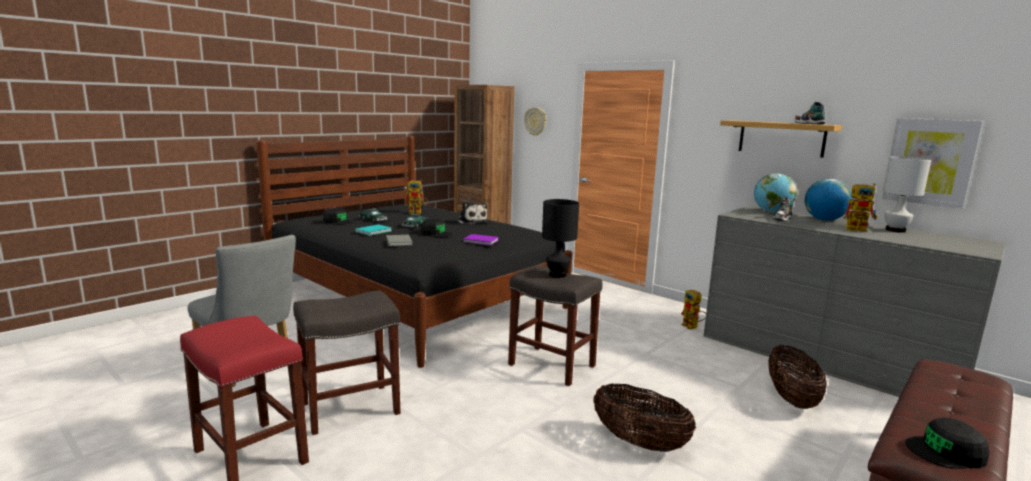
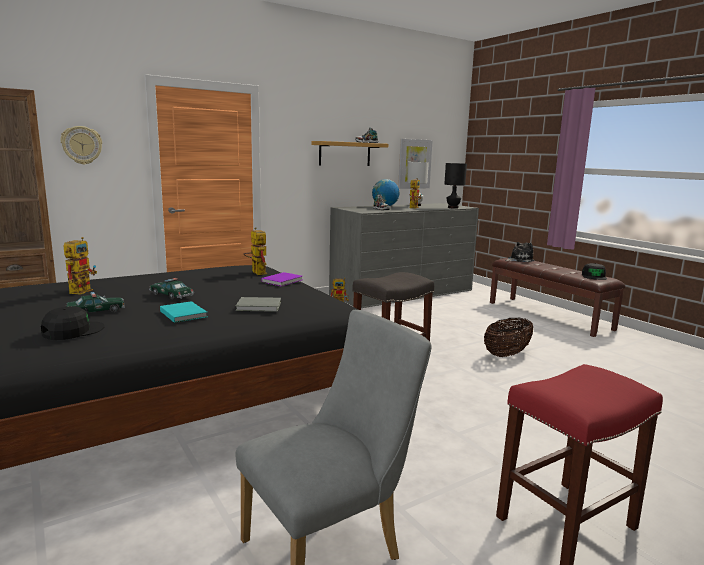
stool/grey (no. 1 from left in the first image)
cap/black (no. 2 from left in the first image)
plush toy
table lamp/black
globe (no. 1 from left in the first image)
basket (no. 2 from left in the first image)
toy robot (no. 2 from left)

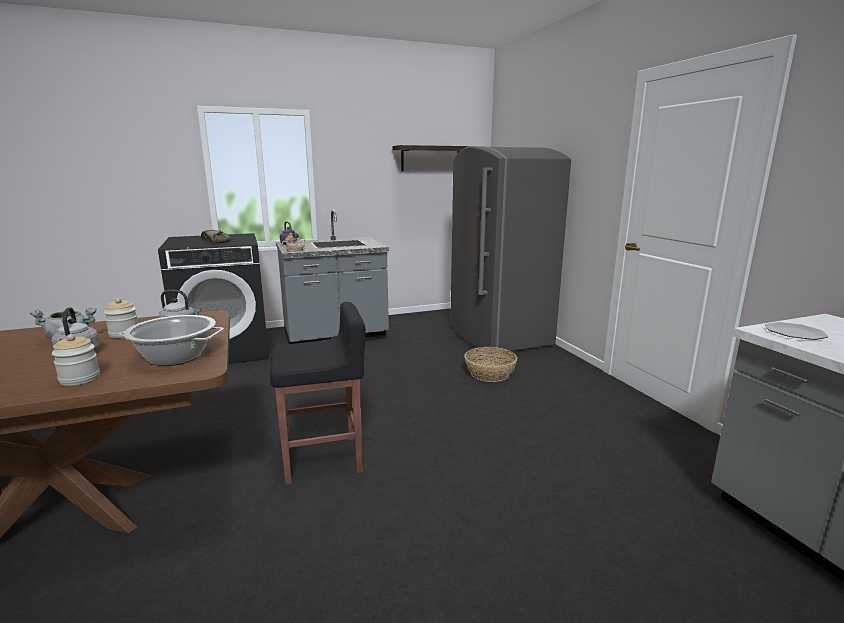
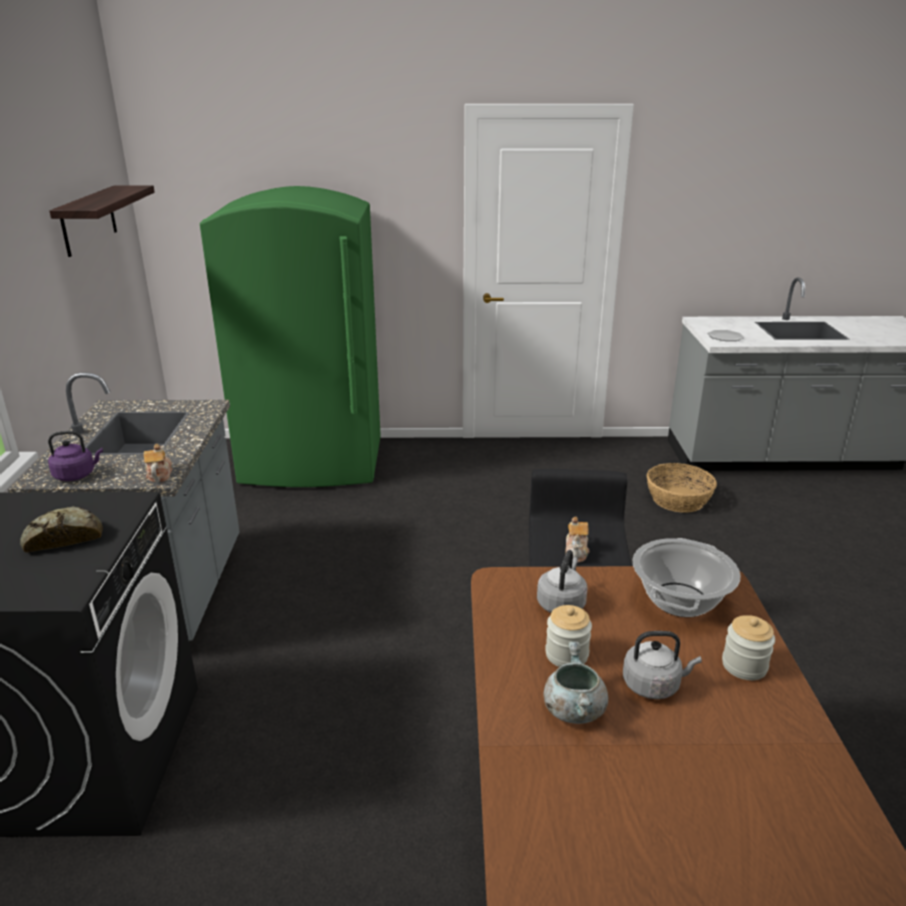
fridge/green
basket
teapot (no. 2 from left)

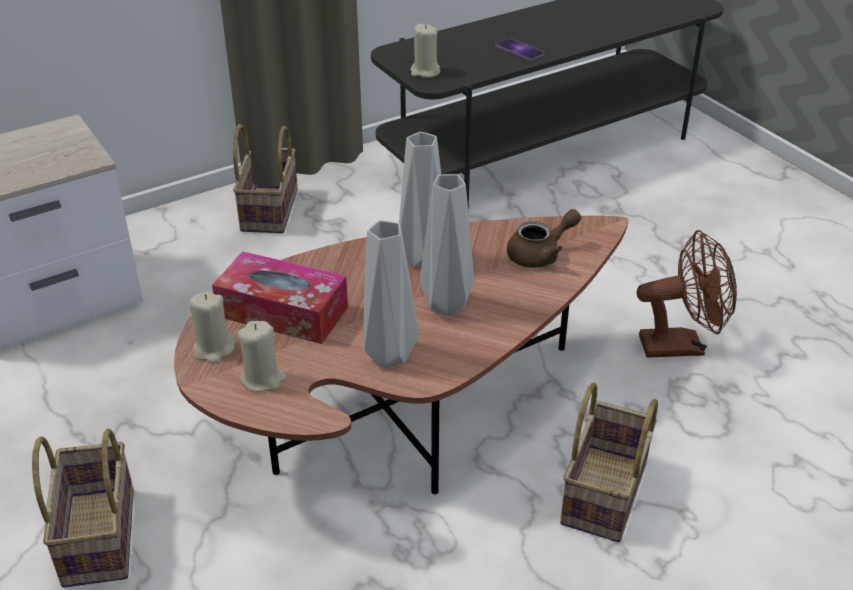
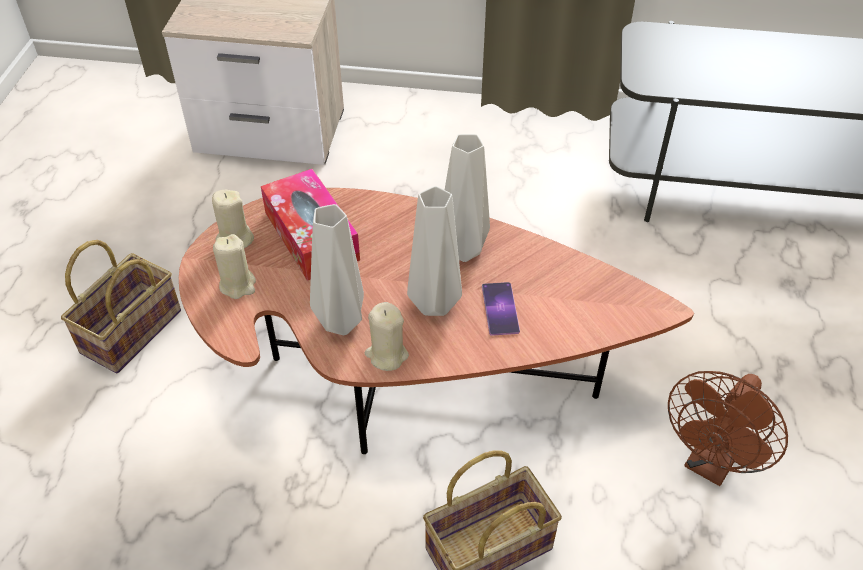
basket (no. 2 from left in the first image)
candle/beige (no. 3 from left)
phone
teapot/brown
fan/brown

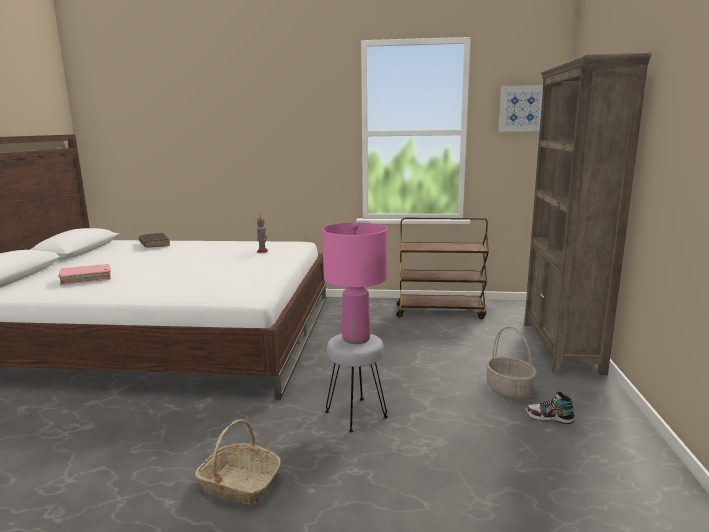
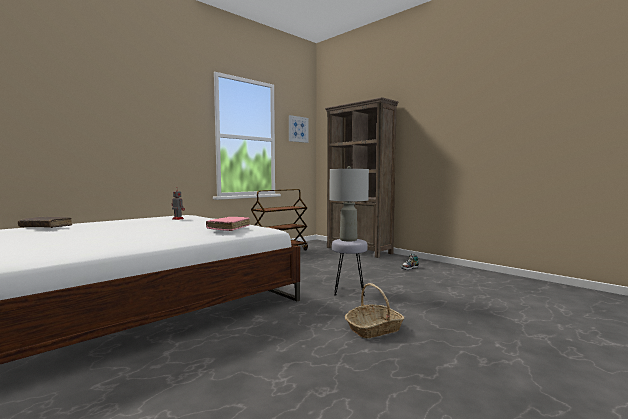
book/pink
table lamp/grey
basket (no. 2 from left in the first image)

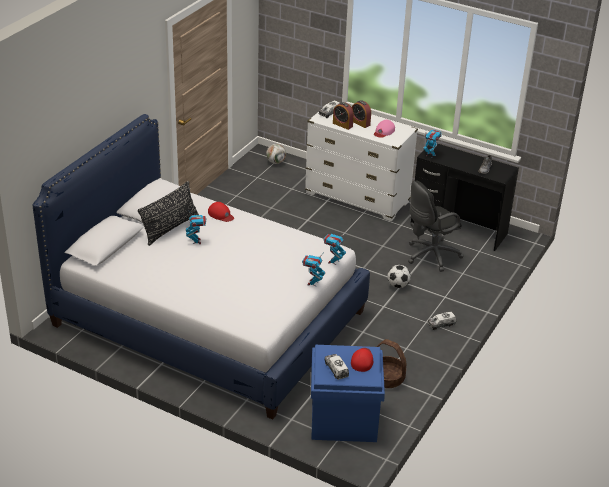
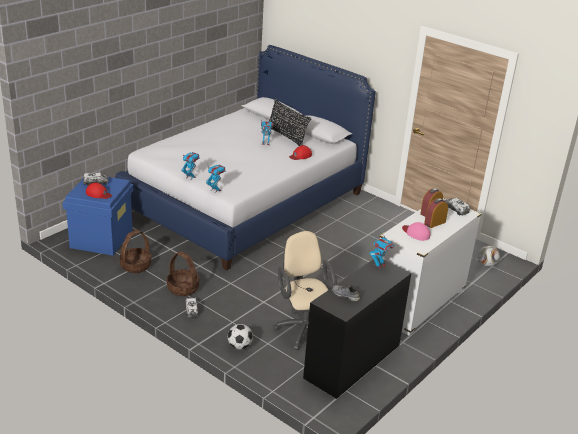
football (no. 1 from left)
office chair/beige
basket (no. 2 from left)

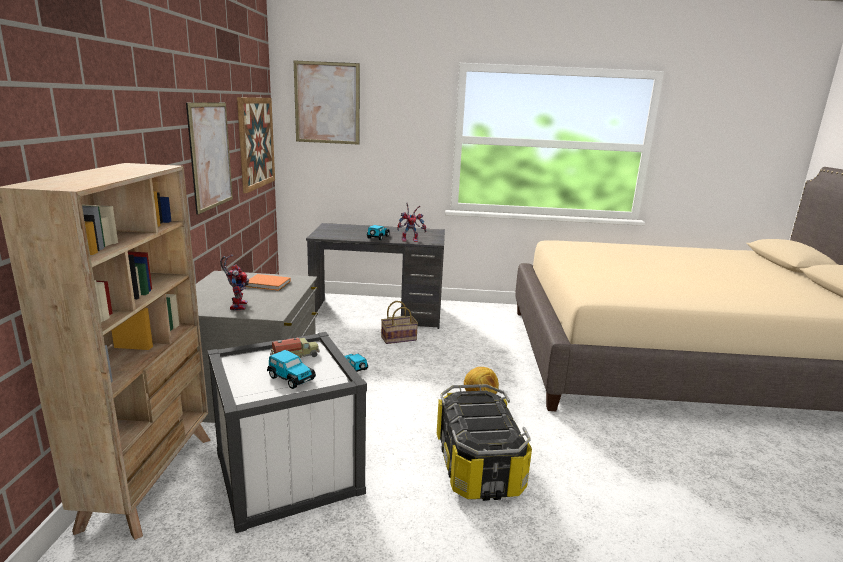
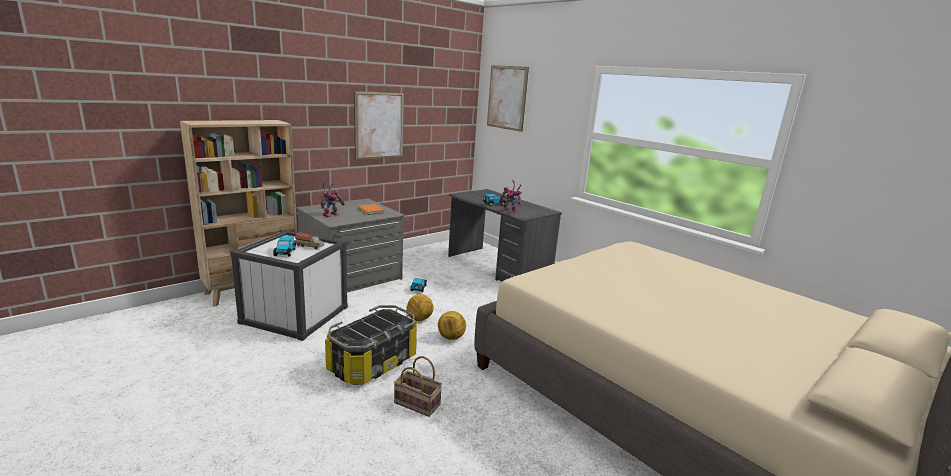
picture (no. 2 from left in the first image)
basket
football (no. 1 from left)

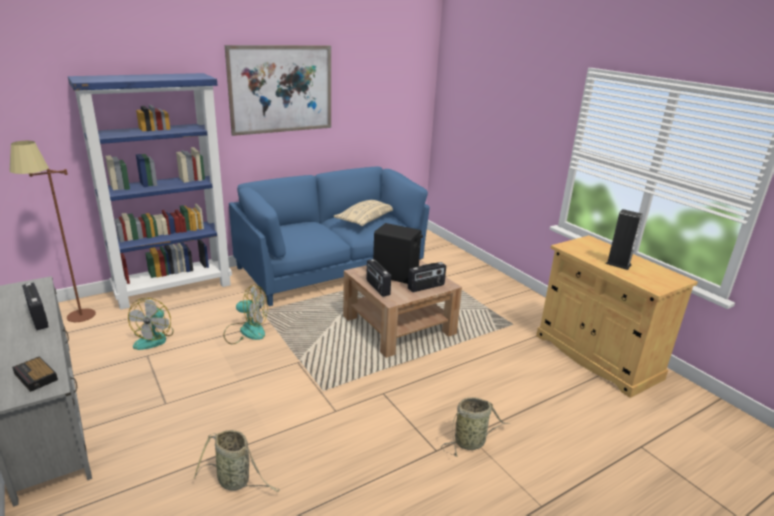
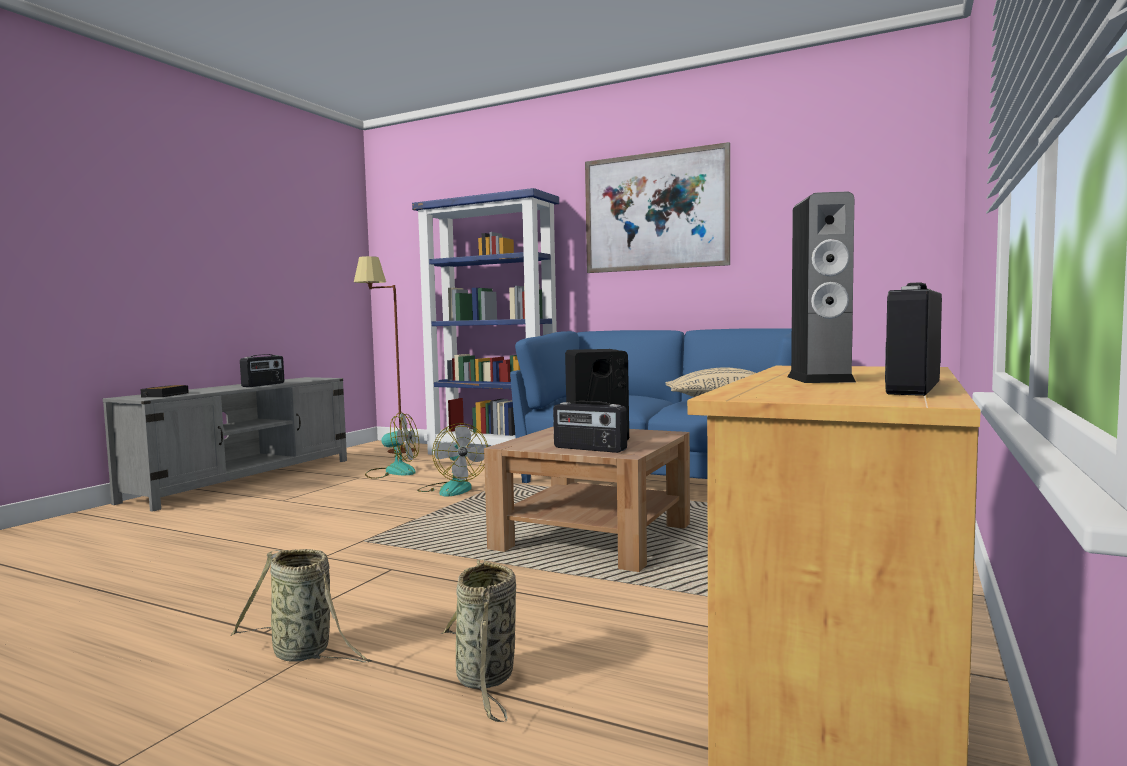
fan (no. 1 from left)
basket (no. 2 from left)
radio (no. 3 from left)

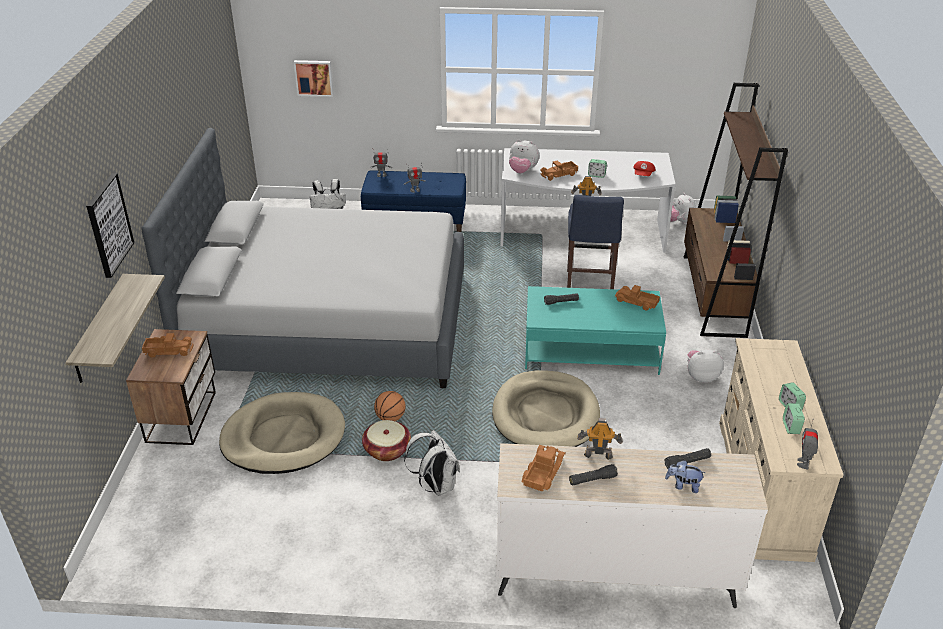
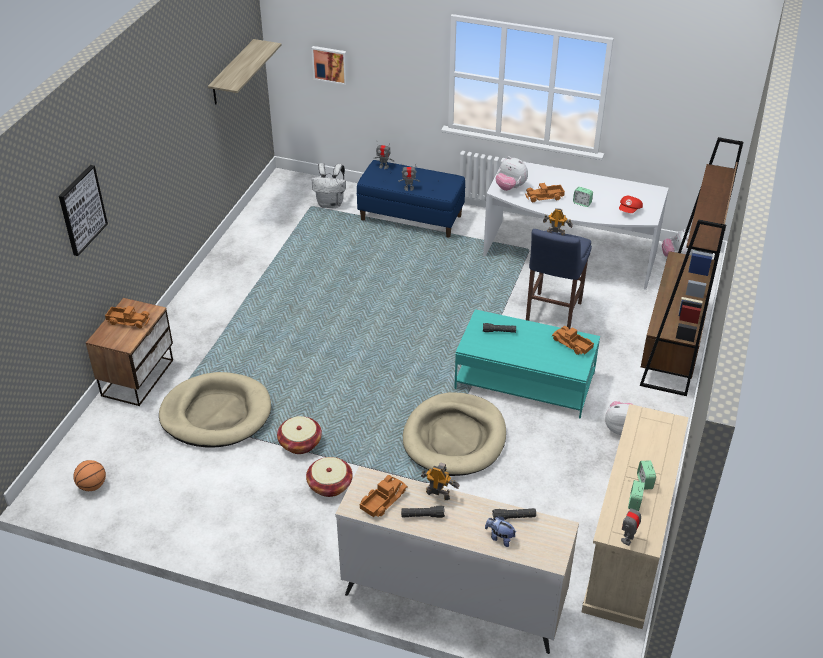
shelf
bed/grey
basketball
basket (no. 2 from left)

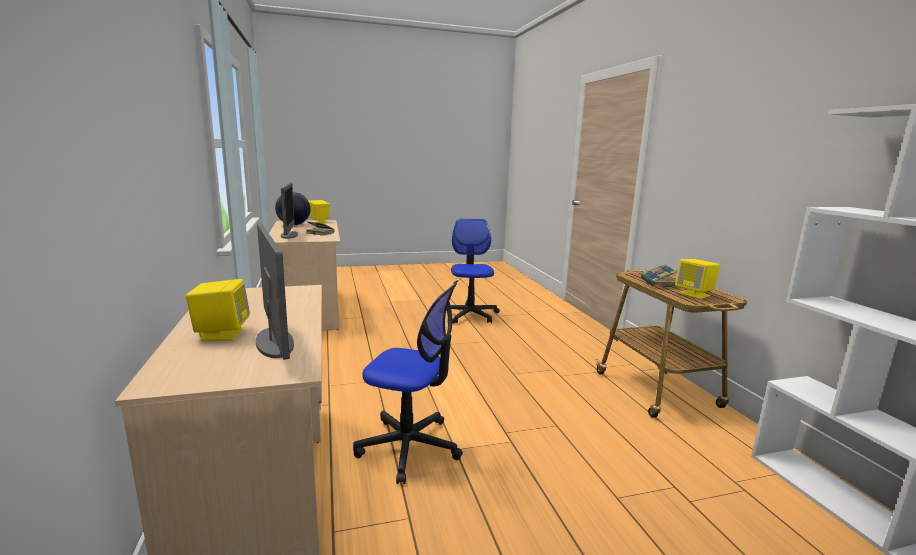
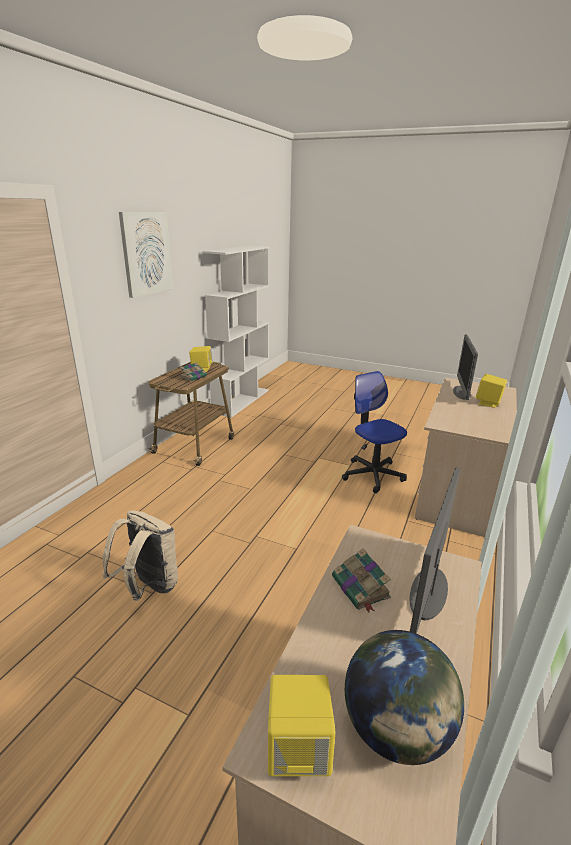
backpack/beige
picture

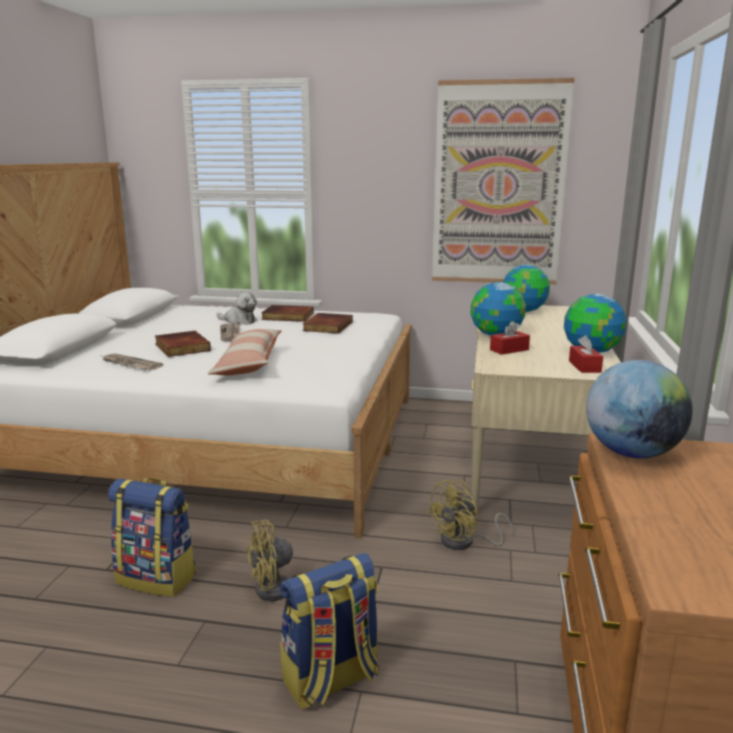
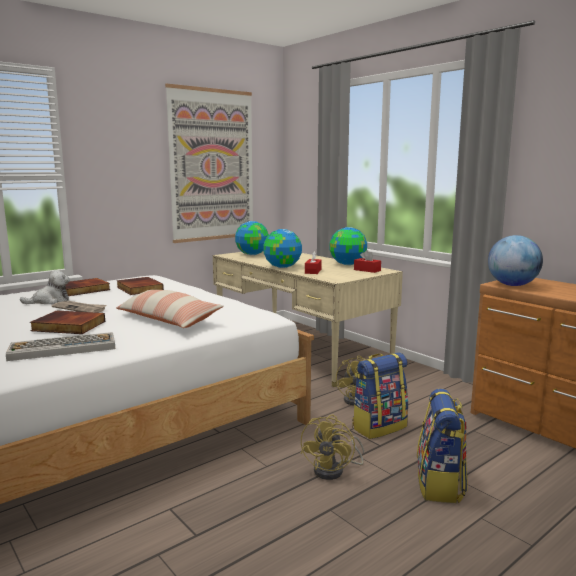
keyboard
backpack (no. 1 from left)

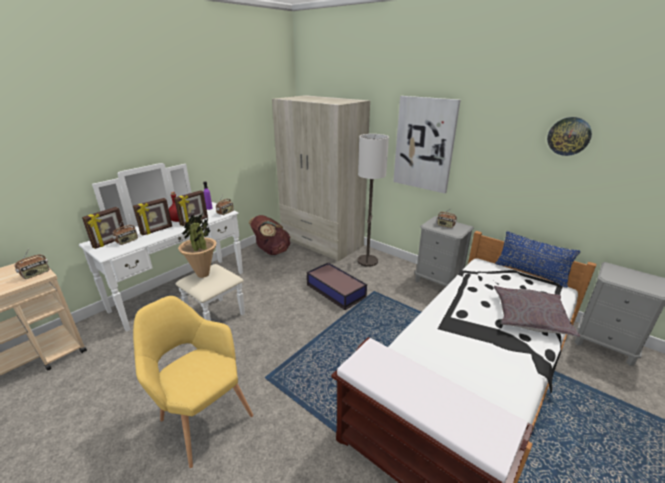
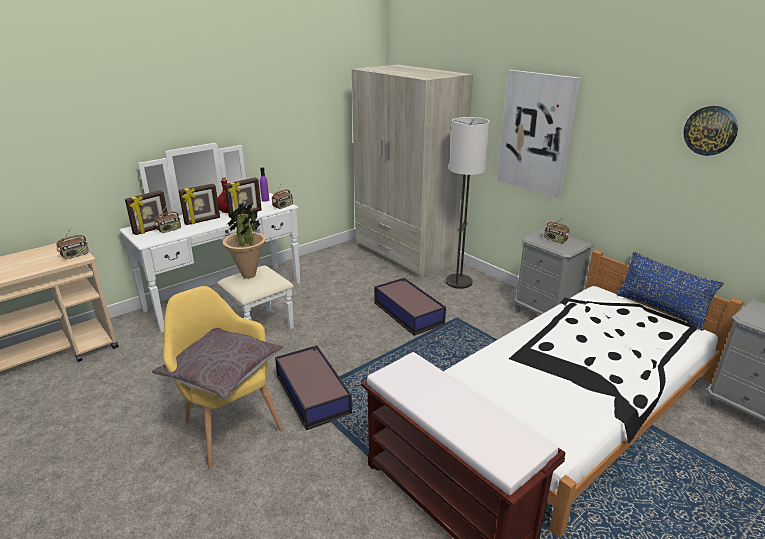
backpack/brown
pillow/grey
storage box (no. 1 from left)

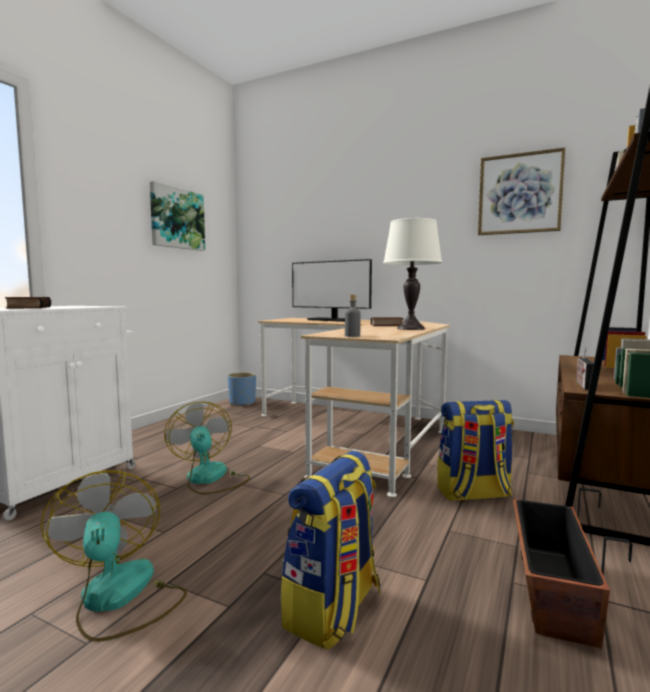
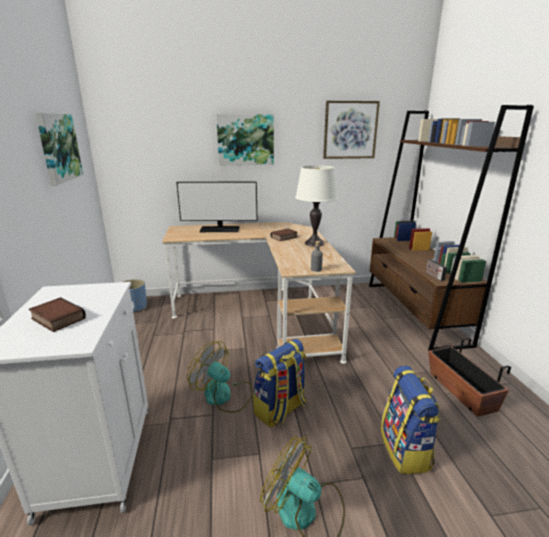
backpack (no. 1 from left)
picture (no. 2 from left)

